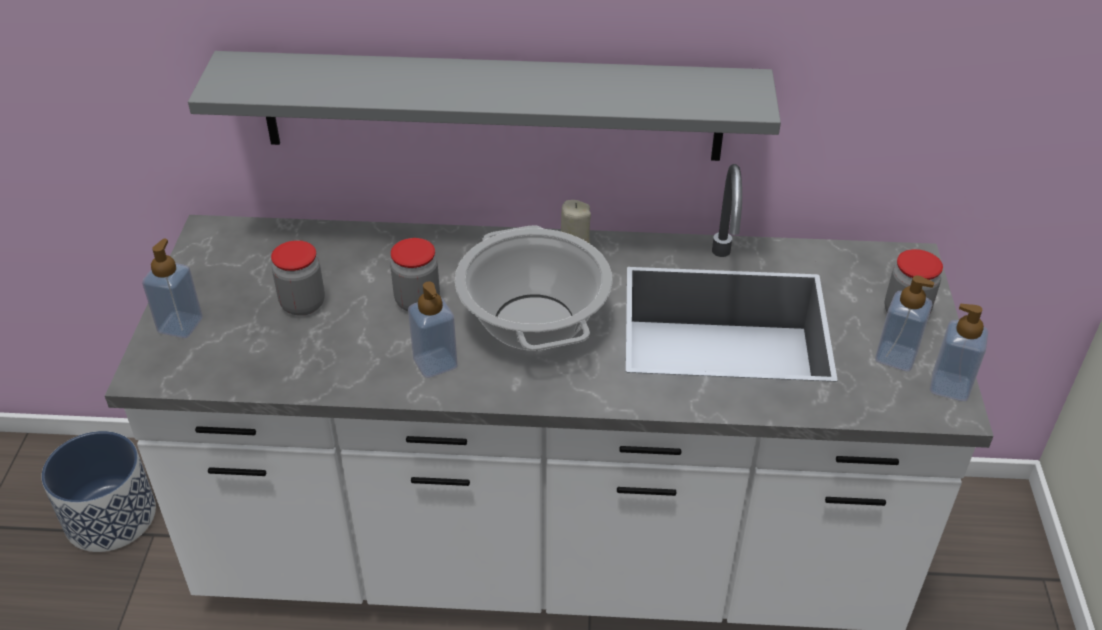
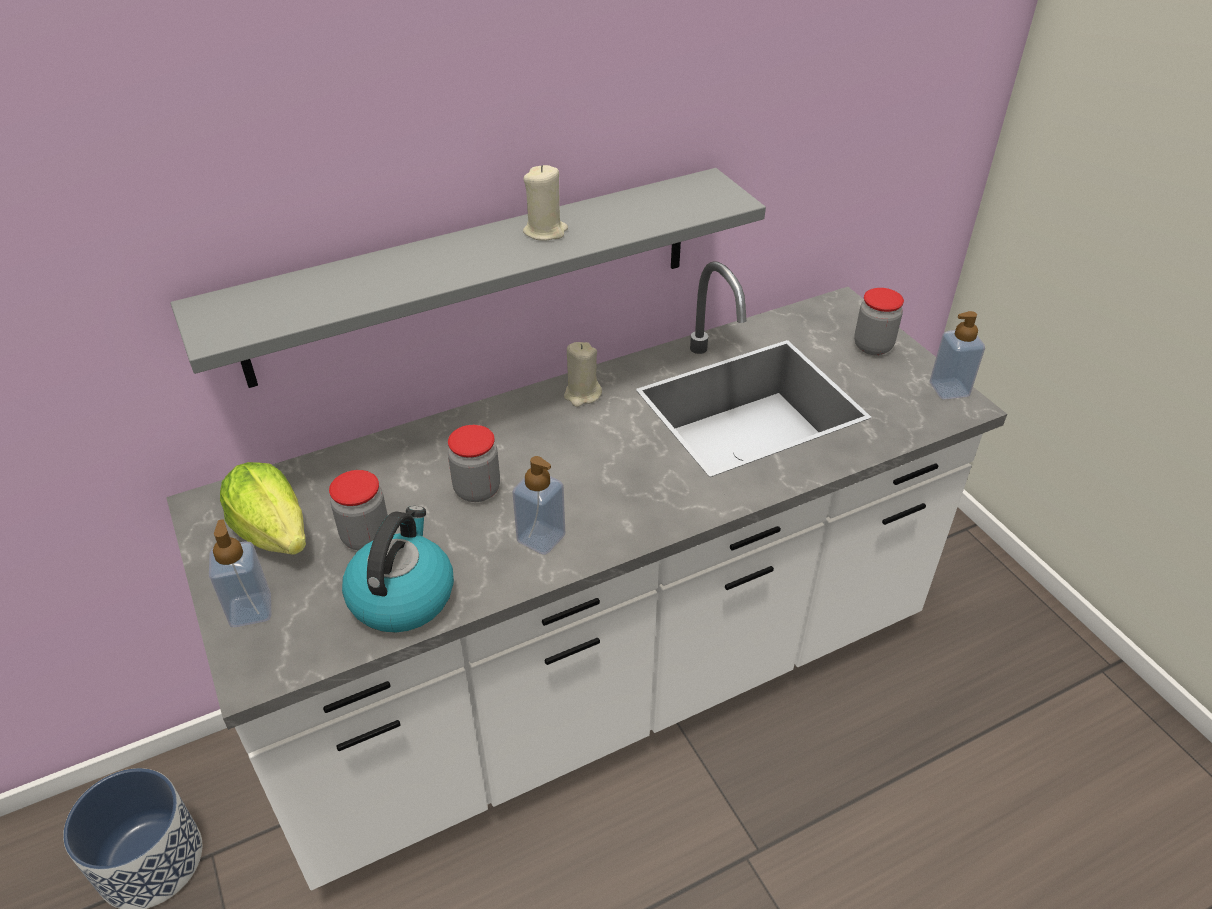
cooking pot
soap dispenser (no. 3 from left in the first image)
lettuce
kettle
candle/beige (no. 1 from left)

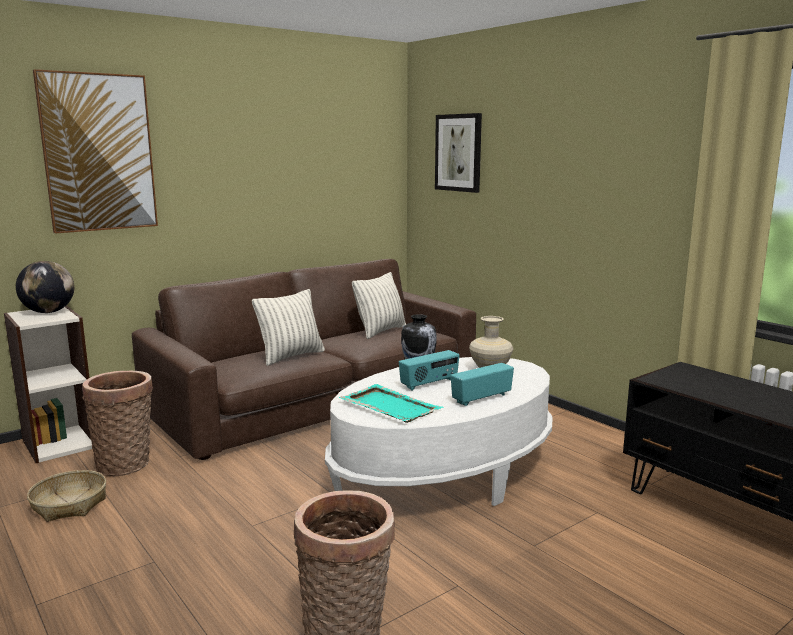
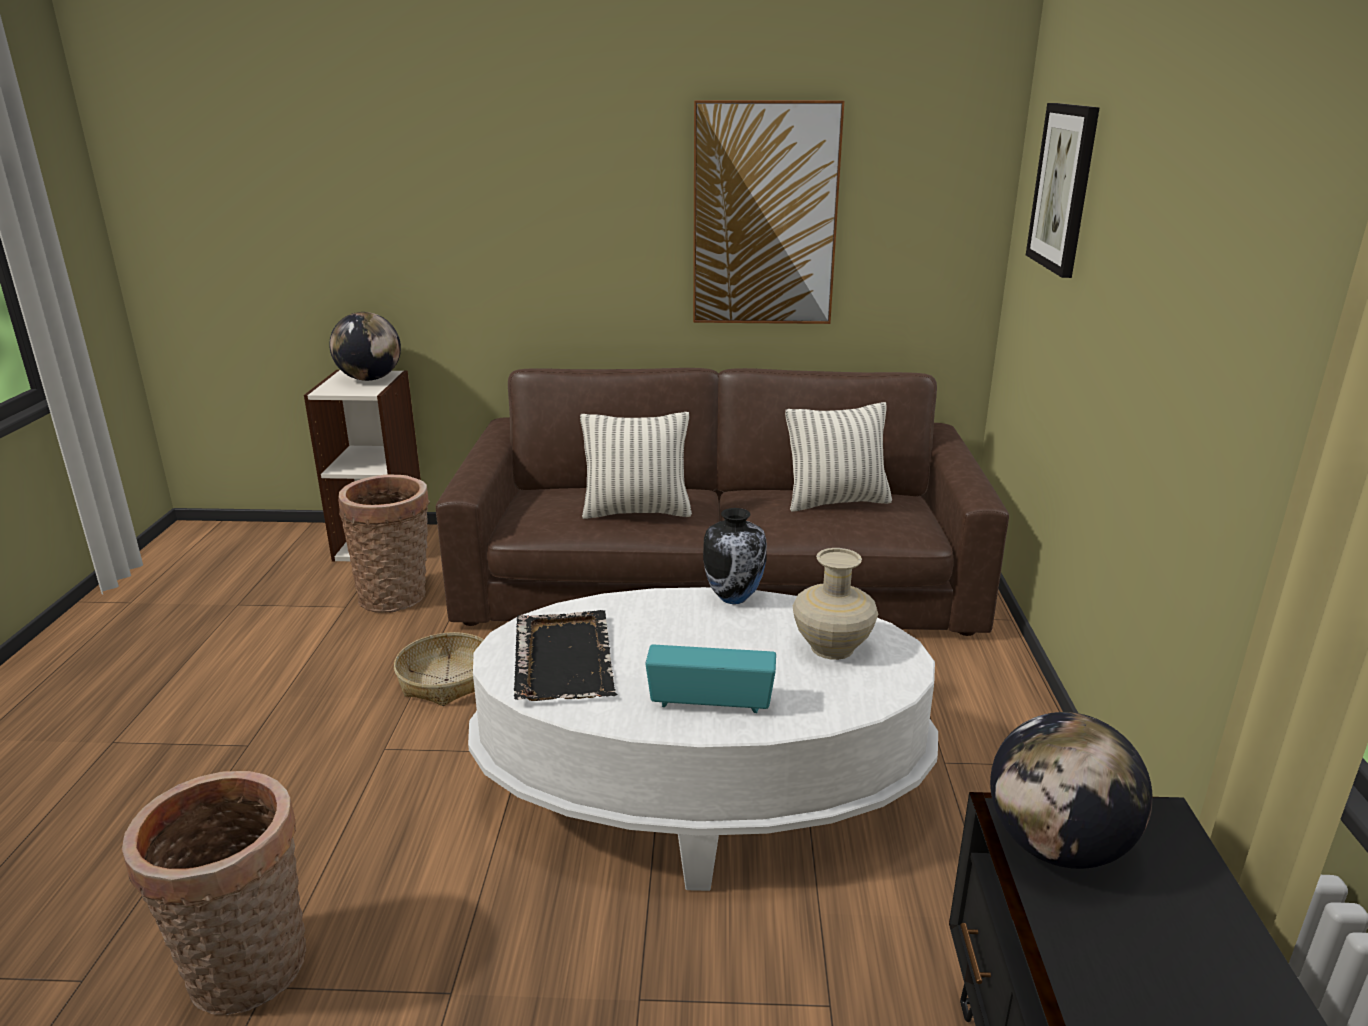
basket (no. 3 from left)
picture (no. 1 from left)
tray/black
radio (no. 1 from left in the first image)
globe (no. 2 from left)

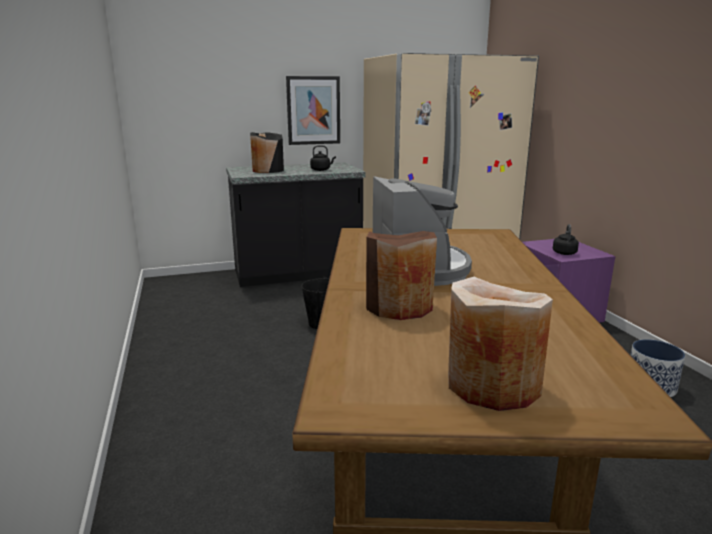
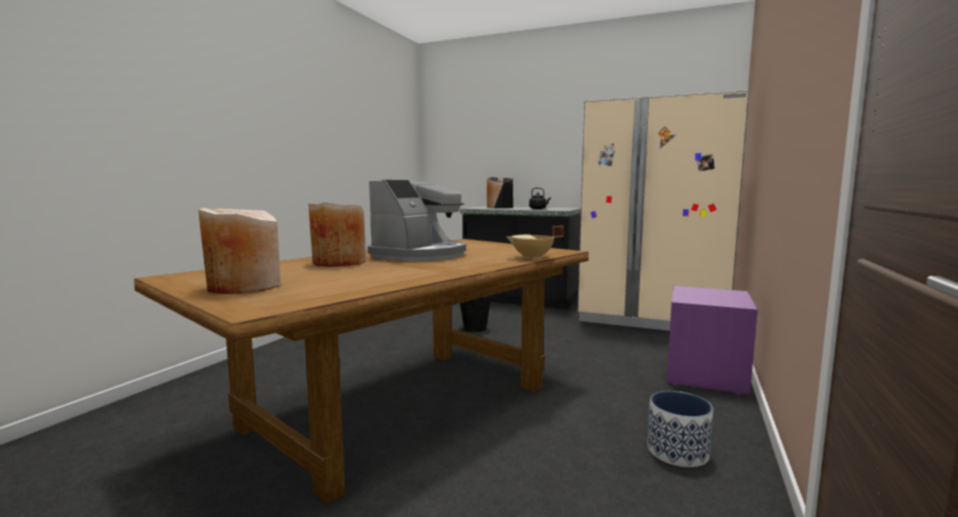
picture
kettle/black (no. 2 from left in the first image)
cooking pot/beige

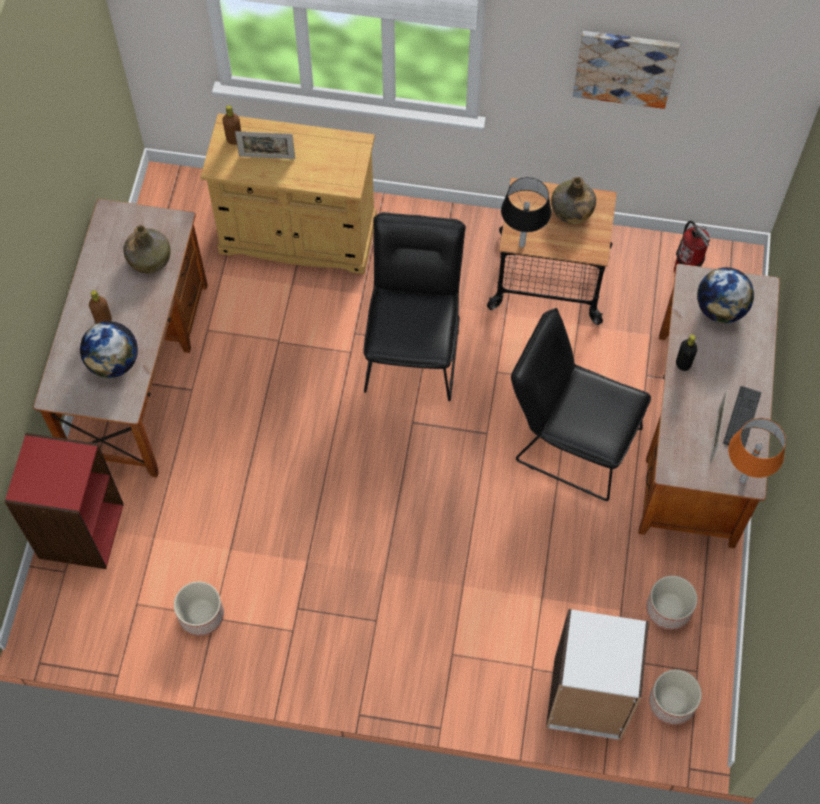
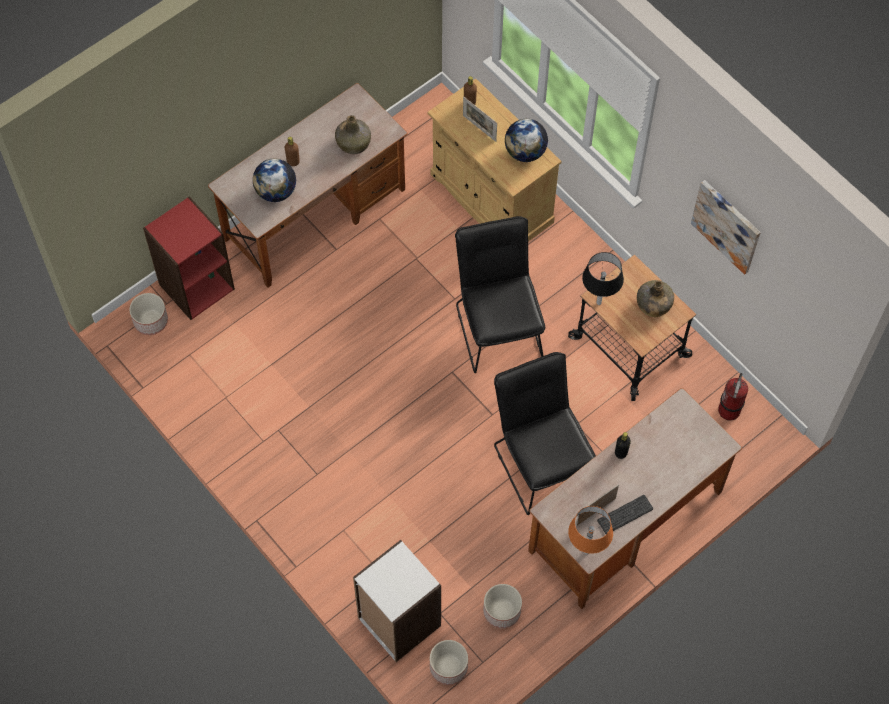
planter (no. 1 from left)
chair/black (no. 1 from left)
globe (no. 2 from left)

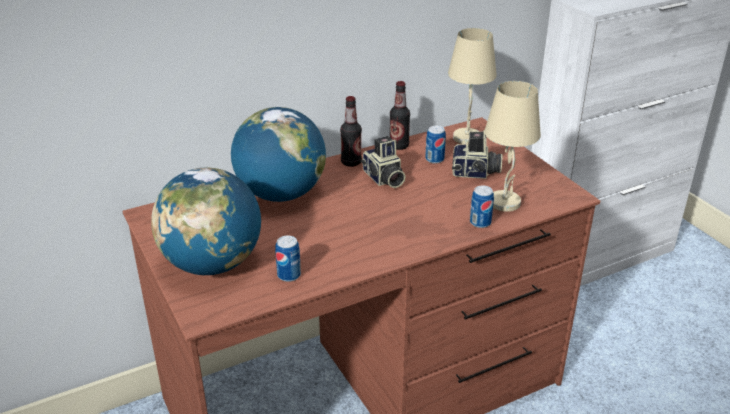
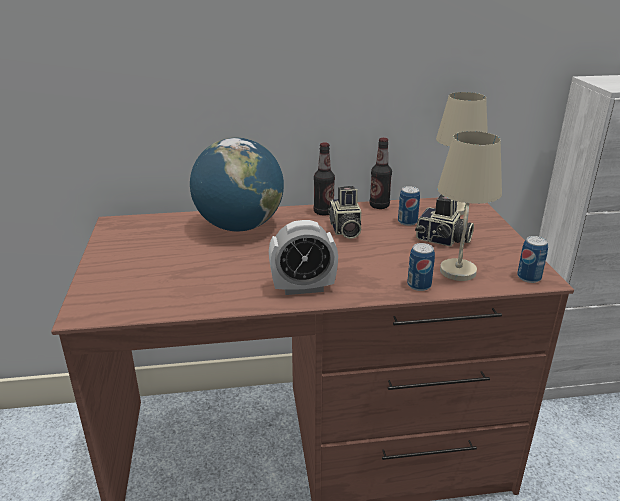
globe (no. 1 from left in the first image)
can (no. 3 from left)
alarm clock

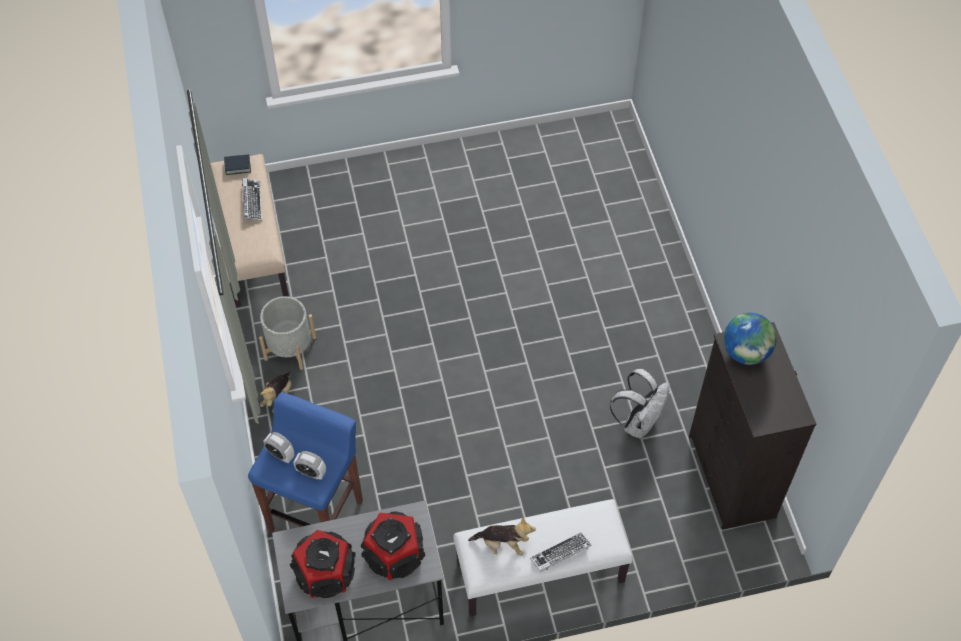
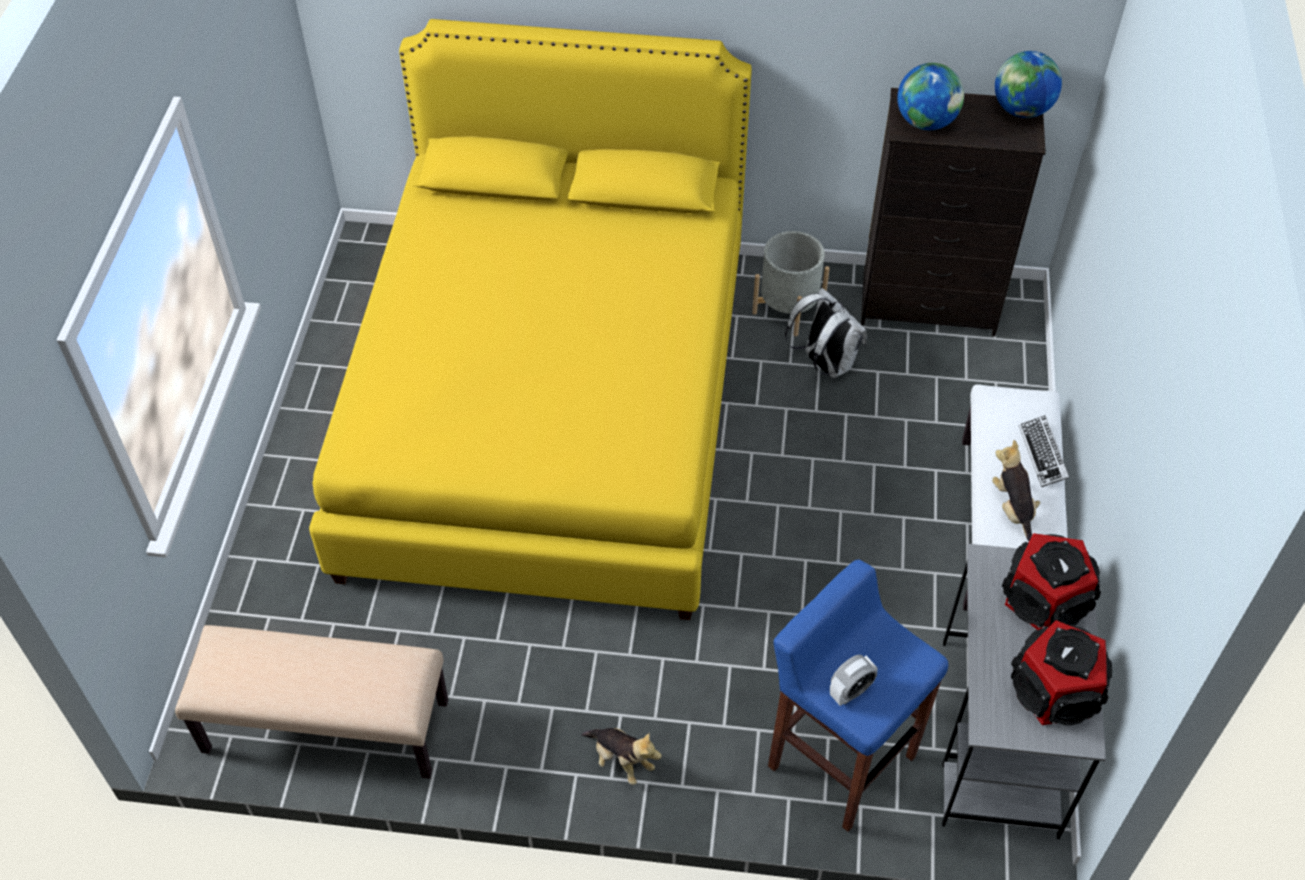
book
keyboard (no. 1 from left in the first image)
planter/grey
alarm clock (no. 2 from left in the first image)
plush toy (no. 2 from left)
bed/yellow
globe (no. 2 from left)

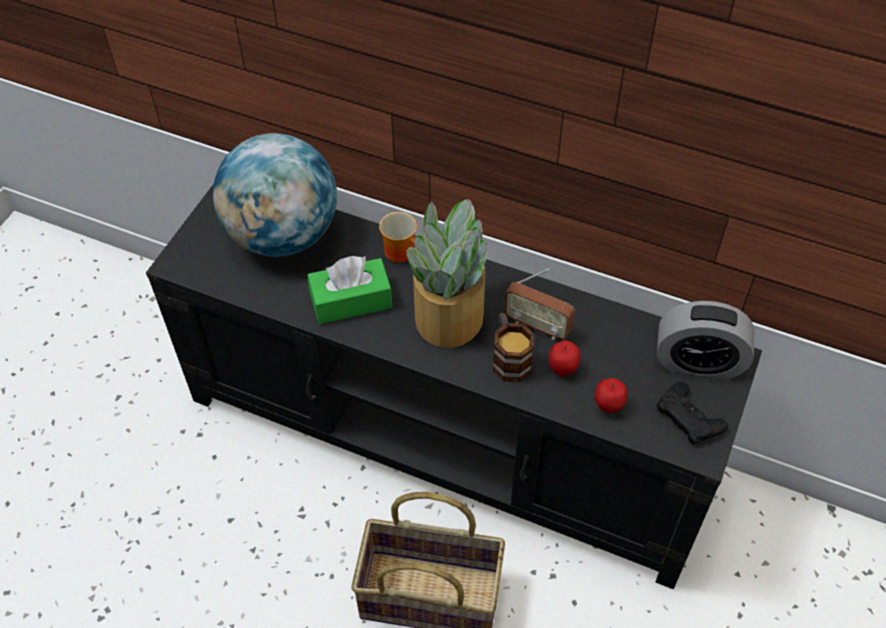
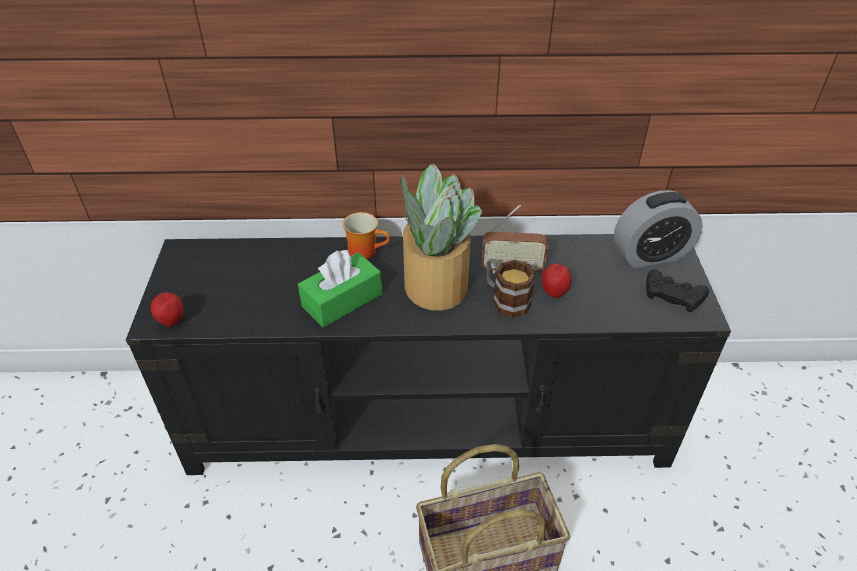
globe
apple (no. 1 from left)

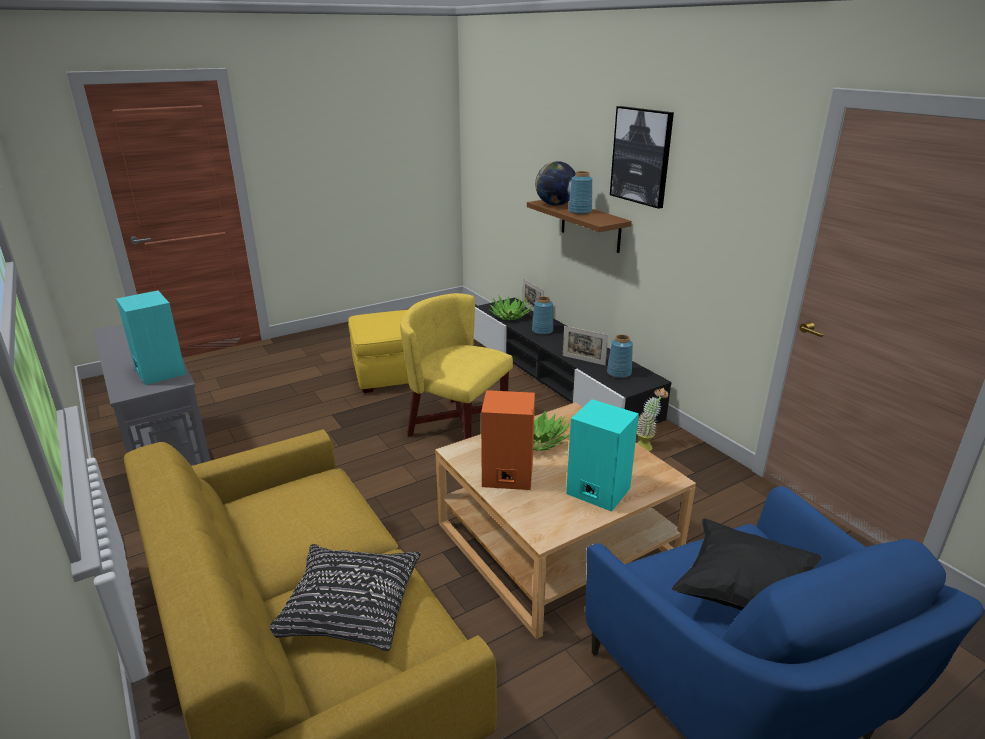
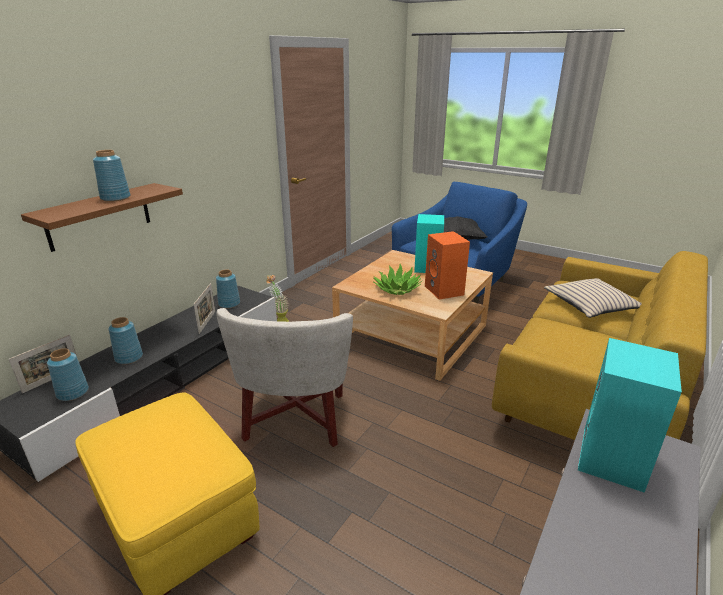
pillow/beige
armchair/white
vase/blue (no. 1 from left)
globe
picture

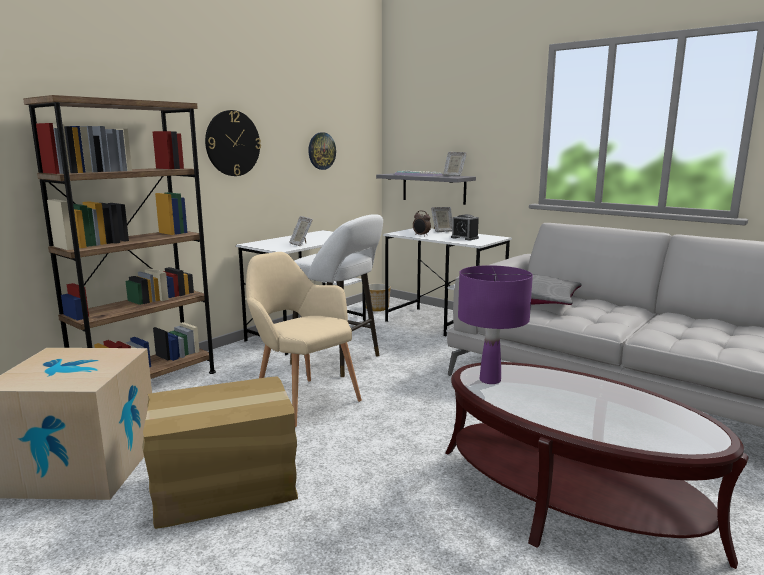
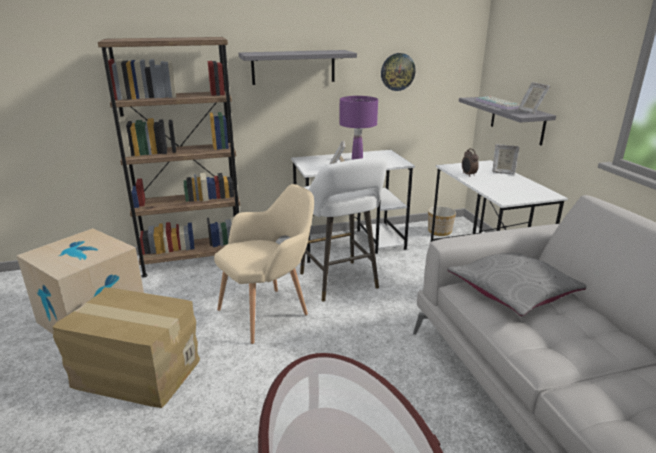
shelf/grey (no. 1 from left)
armchair/beige
alarm clock (no. 2 from left in the first image)
table lamp/purple

